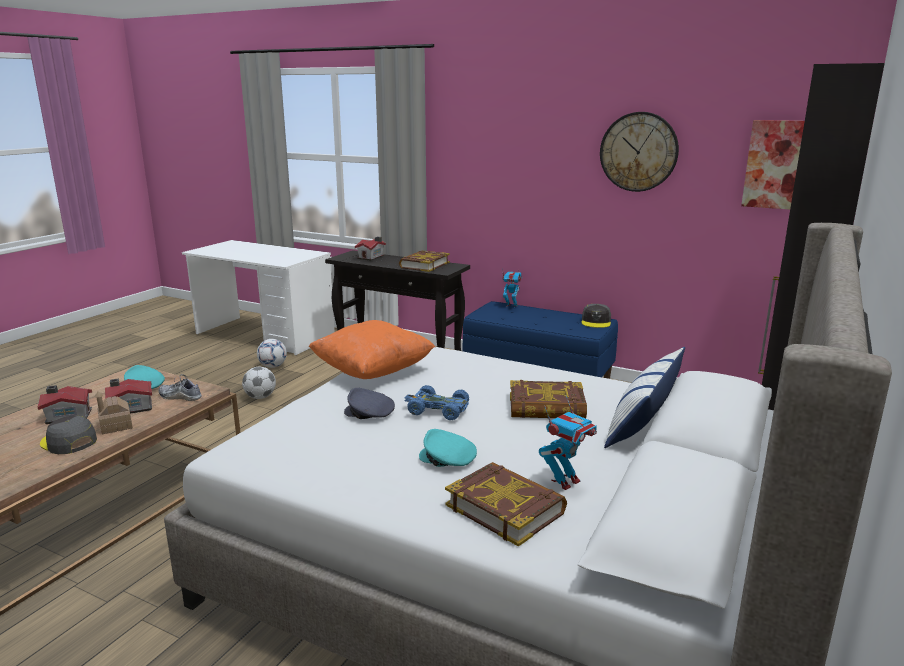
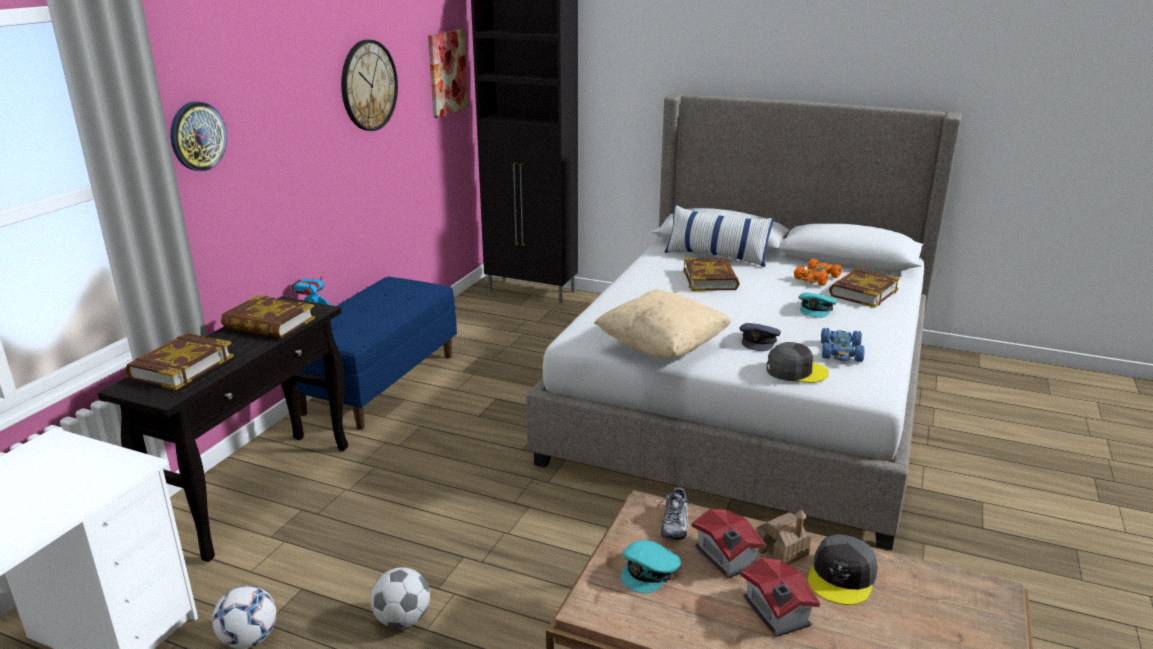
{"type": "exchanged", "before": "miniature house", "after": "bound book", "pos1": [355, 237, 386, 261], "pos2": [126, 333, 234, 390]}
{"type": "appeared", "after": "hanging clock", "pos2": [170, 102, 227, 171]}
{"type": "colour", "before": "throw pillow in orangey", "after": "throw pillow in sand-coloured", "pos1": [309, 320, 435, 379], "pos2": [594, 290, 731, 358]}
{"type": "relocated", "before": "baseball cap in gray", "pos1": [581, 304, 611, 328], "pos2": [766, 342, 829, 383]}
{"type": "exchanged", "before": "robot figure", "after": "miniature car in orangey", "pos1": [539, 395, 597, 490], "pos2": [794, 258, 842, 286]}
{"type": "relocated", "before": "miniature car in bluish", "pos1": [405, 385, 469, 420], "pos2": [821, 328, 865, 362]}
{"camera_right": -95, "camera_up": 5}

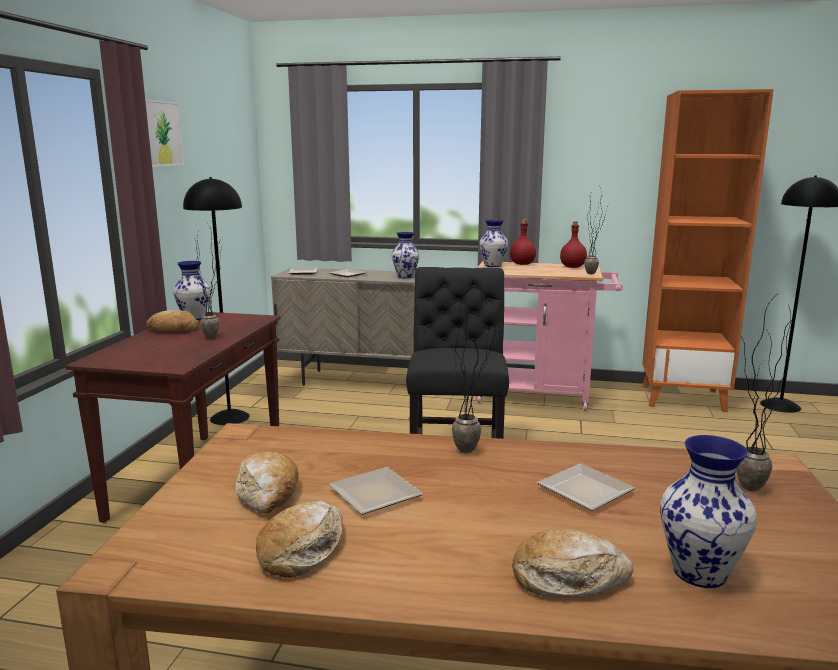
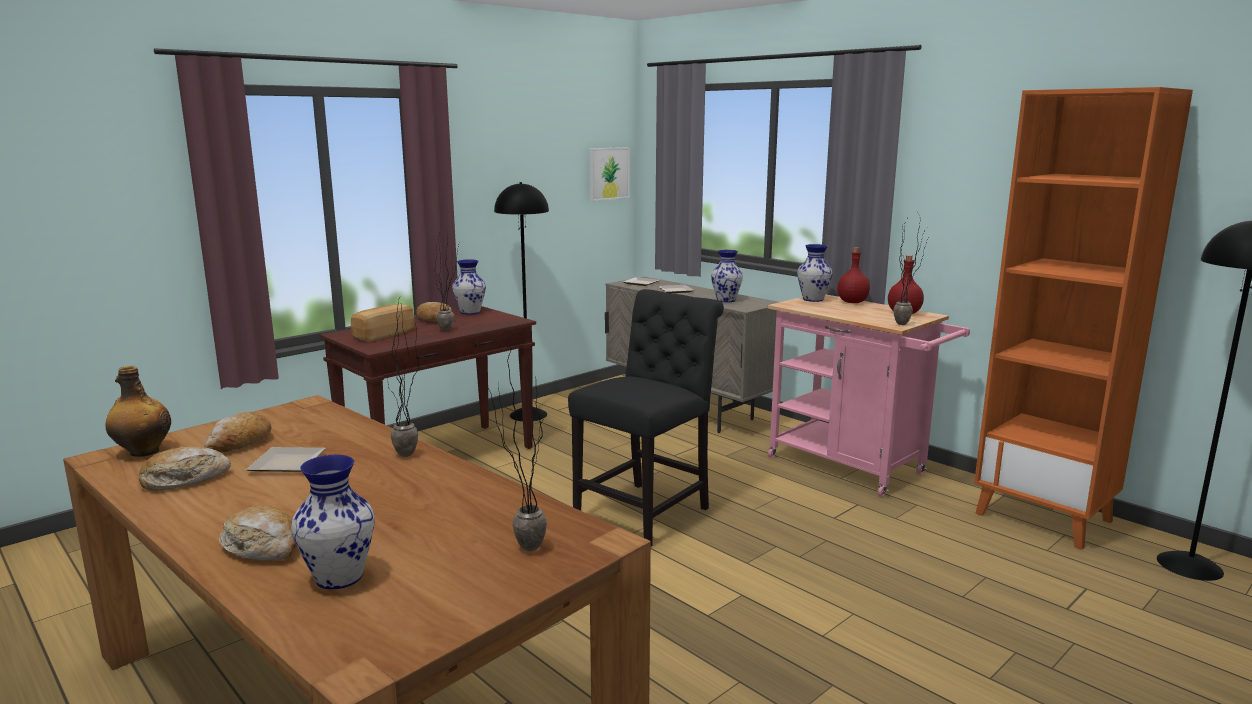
{"type": "appeared", "after": "drink bottle", "pos2": [105, 366, 171, 457]}
{"type": "appeared", "after": "baked bread", "pos2": [351, 304, 414, 342]}
{"type": "relocated", "before": "wall art", "pos1": [145, 99, 184, 167], "pos2": [590, 147, 630, 201]}
{"type": "missing", "before": "plate", "pos1": [537, 464, 635, 511]}
{"camera_right": 35, "camera_up": 0}

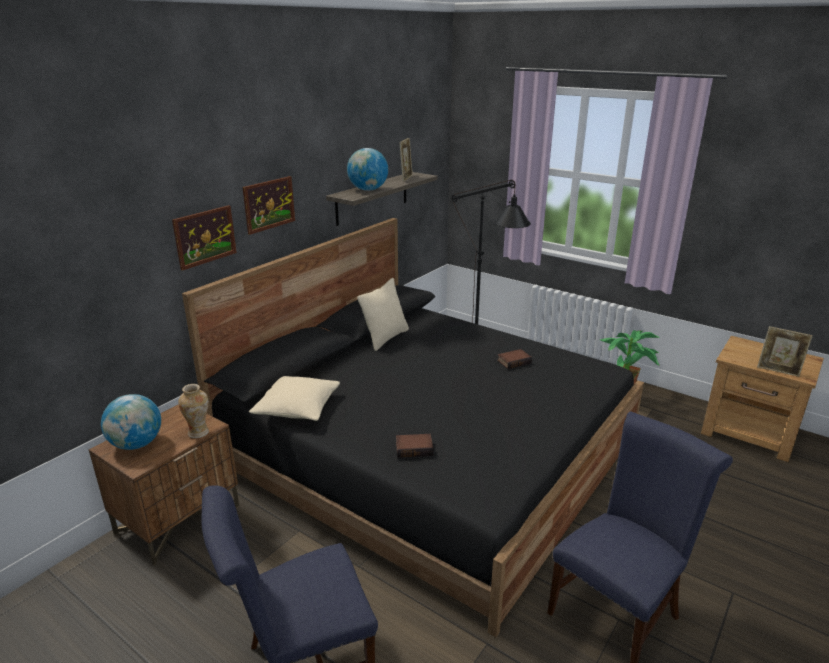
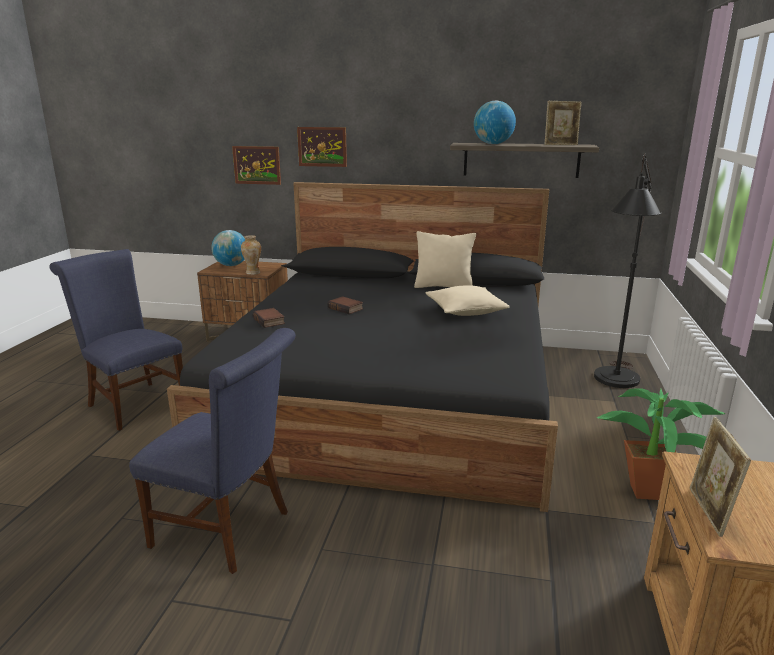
{"type": "relocated", "before": "wall art", "pos1": [243, 176, 295, 235], "pos2": [232, 146, 281, 185]}
{"type": "relocated", "before": "bound book", "pos1": [497, 349, 532, 369], "pos2": [328, 296, 363, 314]}
{"type": "relocated", "before": "throw pillow in sand-coloured", "pos1": [249, 376, 340, 421], "pos2": [425, 285, 510, 316]}
{"camera_right": 65, "camera_up": -5}

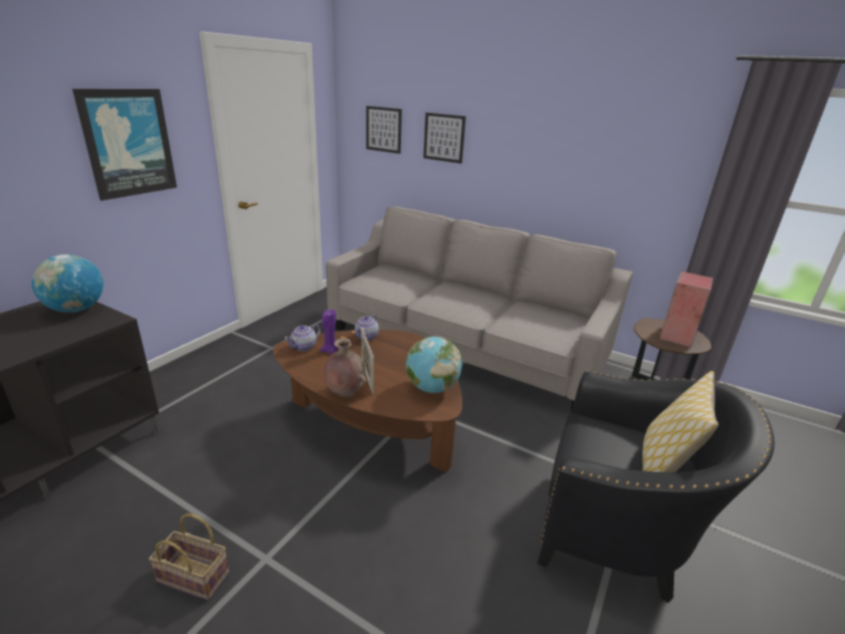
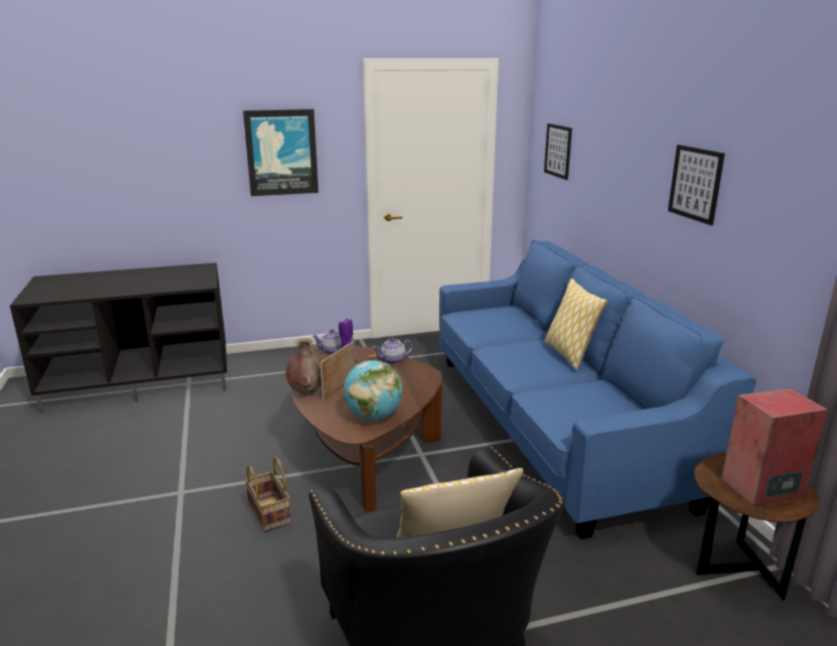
{"type": "relocated", "before": "storage basket", "pos1": [149, 513, 229, 601], "pos2": [245, 457, 291, 532]}
{"type": "colour", "before": "couch in gray", "after": "couch in bluish", "pos1": [326, 207, 633, 412], "pos2": [439, 240, 756, 539]}
{"type": "appeared", "after": "throw pillow", "pos2": [545, 278, 607, 370]}
{"type": "relocated", "before": "wall art", "pos1": [423, 113, 466, 164], "pos2": [668, 145, 725, 225]}
{"type": "missing", "before": "globe", "pos1": [32, 254, 103, 313]}
{"camera_right": 45, "camera_up": -5}

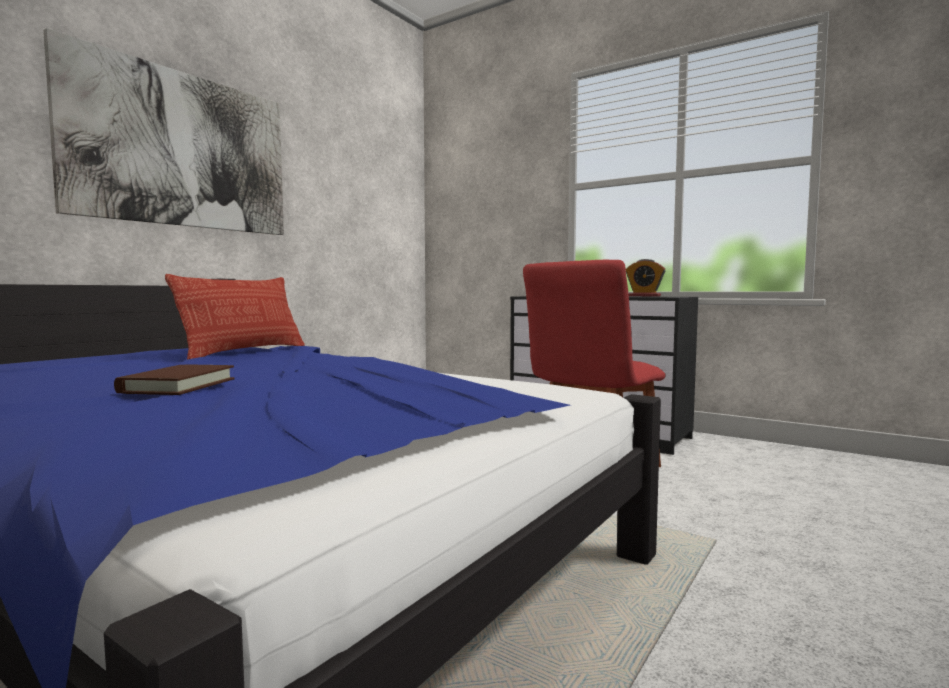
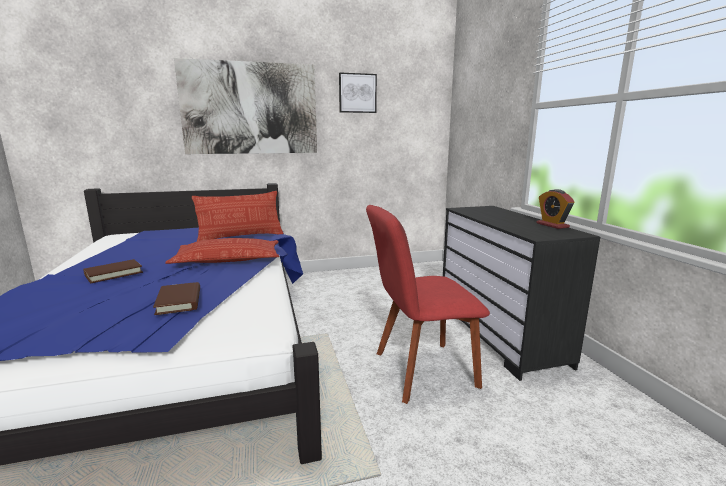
{"type": "appeared", "after": "bound book in brown-coloured", "pos2": [153, 282, 200, 315]}
{"type": "appeared", "after": "throw pillow", "pos2": [165, 238, 279, 264]}
{"type": "appeared", "after": "wall art", "pos2": [339, 72, 377, 113]}
{"camera_right": 40, "camera_up": 10}

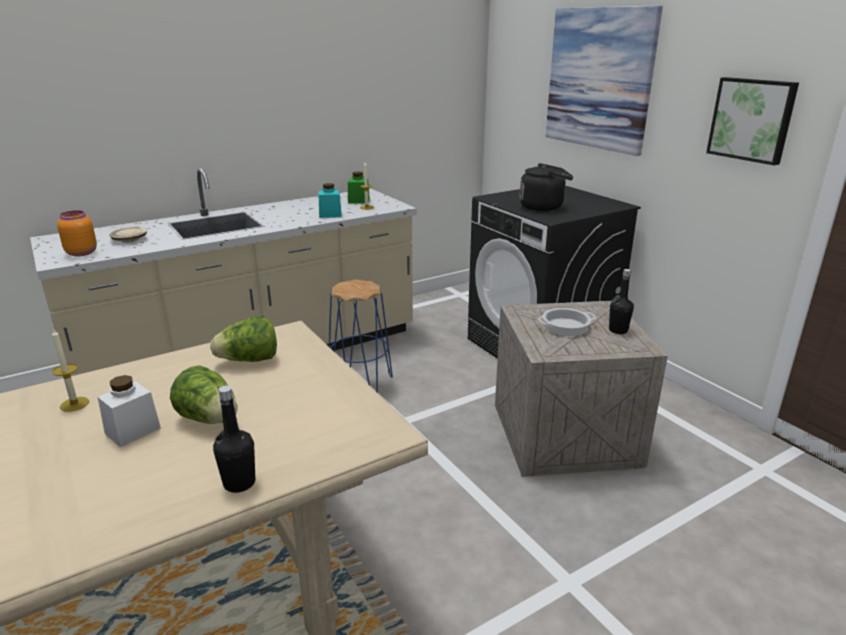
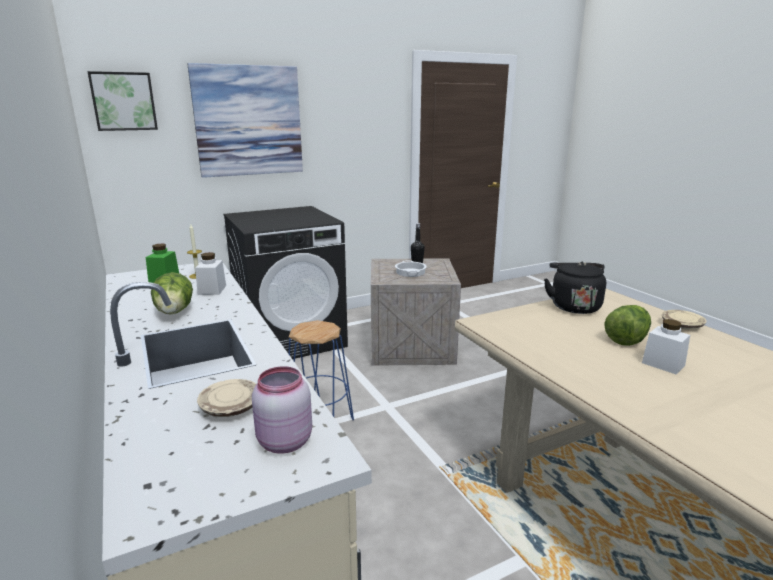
{"type": "relocated", "before": "wall art", "pos1": [706, 77, 799, 165], "pos2": [87, 71, 158, 131]}
{"type": "relocated", "before": "head of lettuce", "pos1": [210, 316, 277, 362], "pos2": [151, 272, 193, 314]}
{"type": "colour", "before": "preserve jar in turquoise", "after": "preserve jar in white", "pos1": [319, 183, 342, 218], "pos2": [195, 252, 226, 295]}
{"type": "colour", "before": "preserve jar in orangey", "after": "preserve jar in pink", "pos1": [57, 210, 97, 256], "pos2": [252, 366, 312, 454]}
{"type": "relocated", "before": "water kettle in black-coloured", "pos1": [520, 163, 573, 211], "pos2": [544, 262, 606, 314]}
{"type": "exchanged", "before": "drink bottle in black-coloured", "after": "plate in sand-coloured", "pos1": [213, 386, 255, 493], "pos2": [662, 310, 707, 330]}
{"type": "missing", "before": "candle", "pos1": [52, 328, 89, 412]}
{"camera_right": -85, "camera_up": -5}

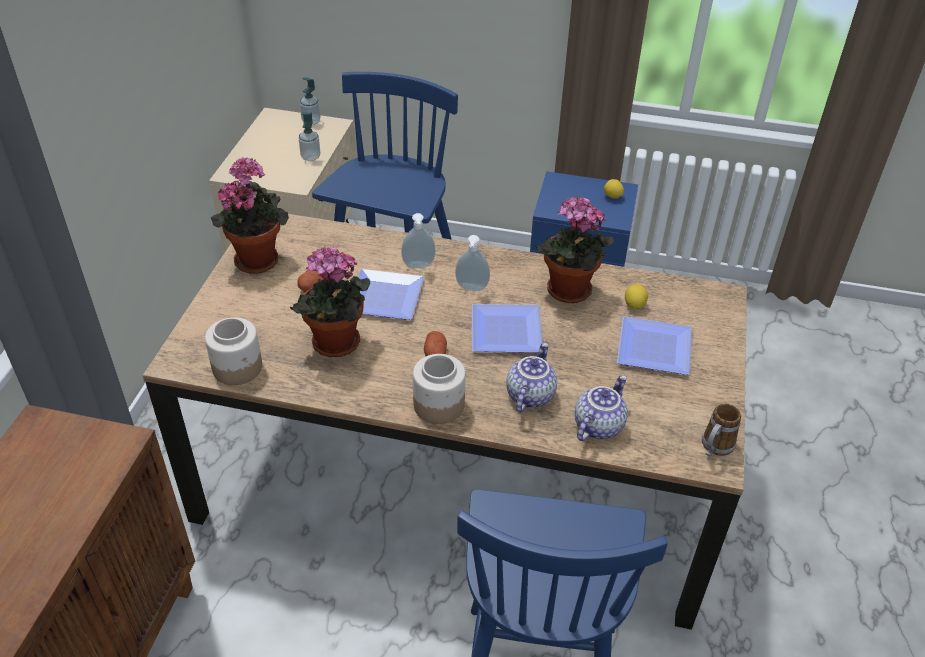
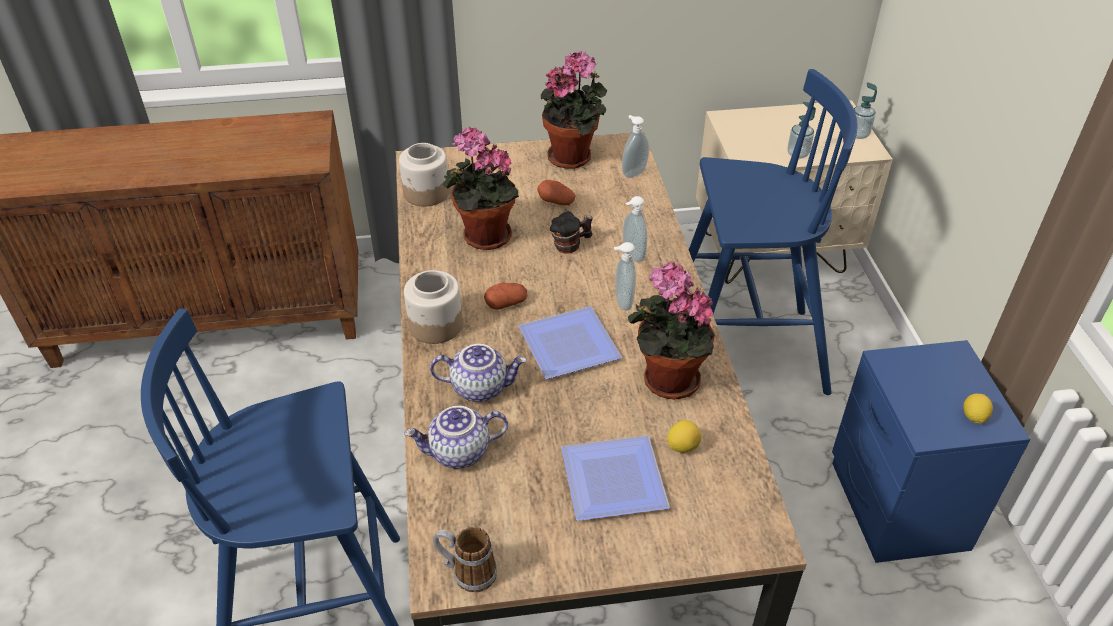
{"type": "spun", "before": "tea pot", "pos1": [575, 375, 628, 441], "pos2": [404, 406, 508, 468], "turn": 150}
{"type": "exchanged", "before": "plate", "after": "coffee mug", "pos1": [358, 269, 424, 320], "pos2": [550, 211, 593, 254]}
{"type": "appeared", "after": "soap dispenser", "pos2": [622, 115, 649, 178]}
{"camera_right": 70, "camera_up": 0}

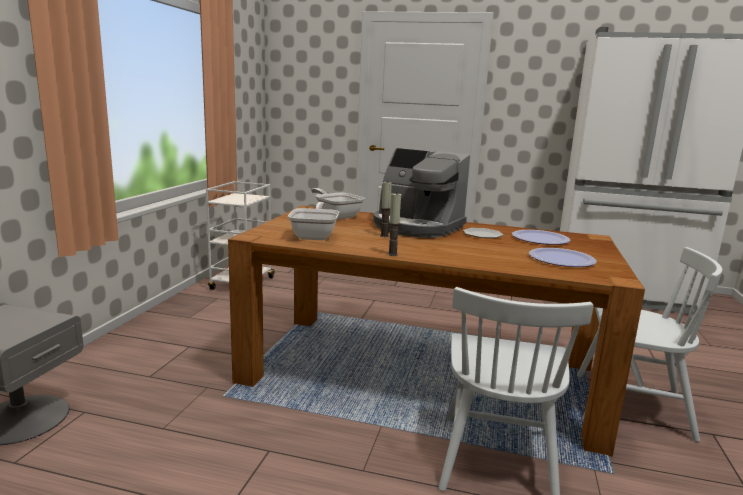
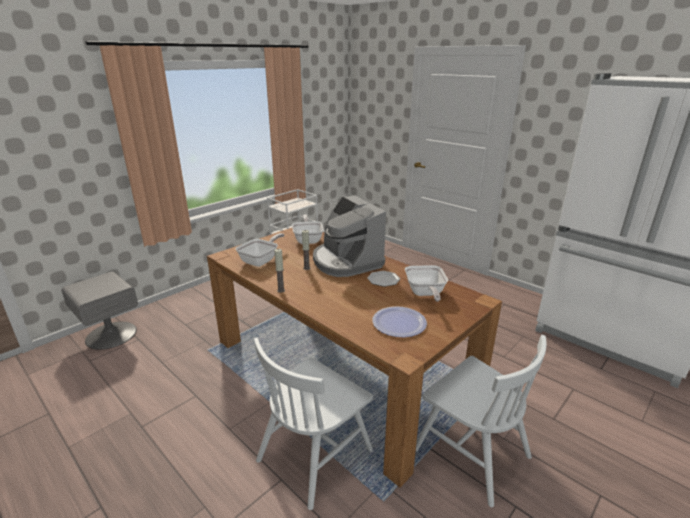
{"type": "exchanged", "before": "plate", "after": "pan", "pos1": [512, 230, 570, 245], "pos2": [405, 265, 448, 302]}
{"camera_right": 30, "camera_up": 10}

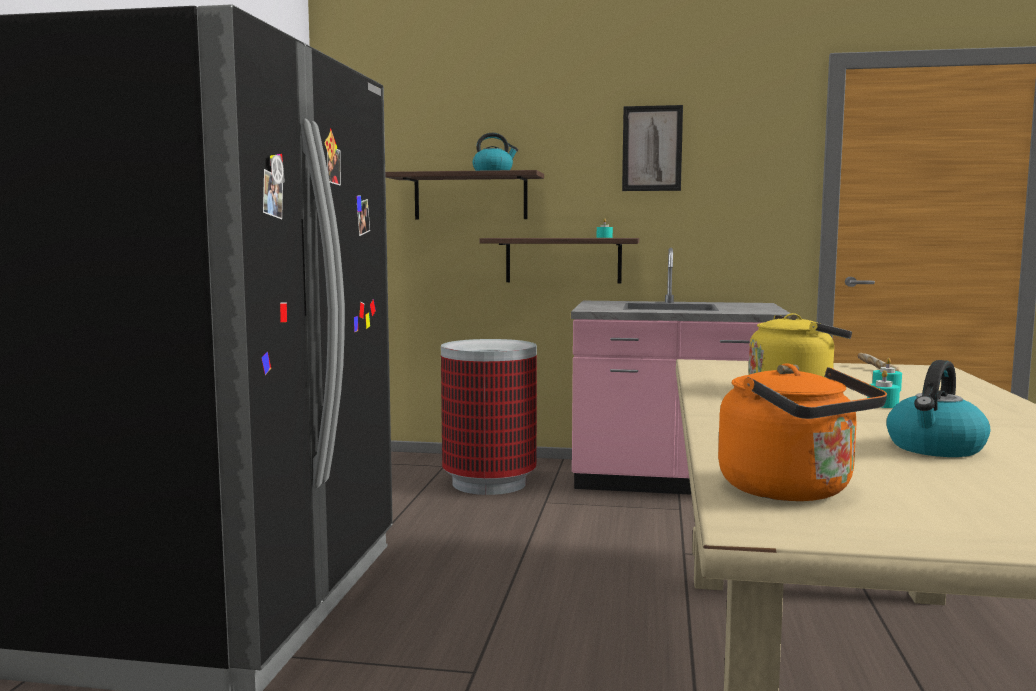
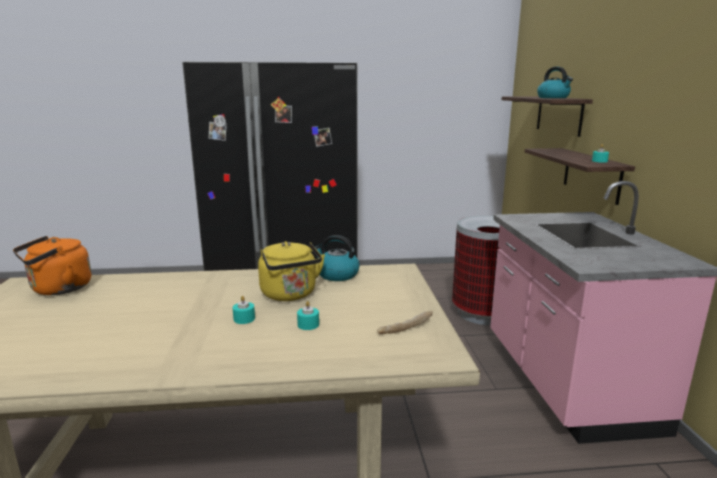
{"type": "relocated", "before": "water kettle", "pos1": [886, 360, 990, 457], "pos2": [315, 235, 360, 281]}
{"type": "missing", "before": "wall art", "pos1": [622, 105, 683, 191]}
{"camera_right": 75, "camera_up": 10}

